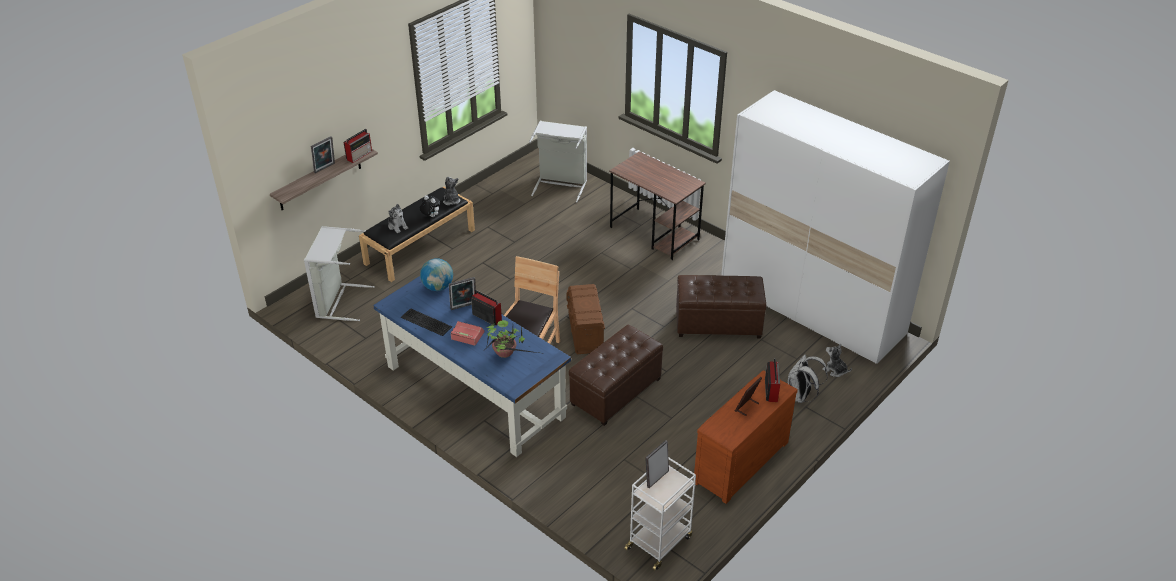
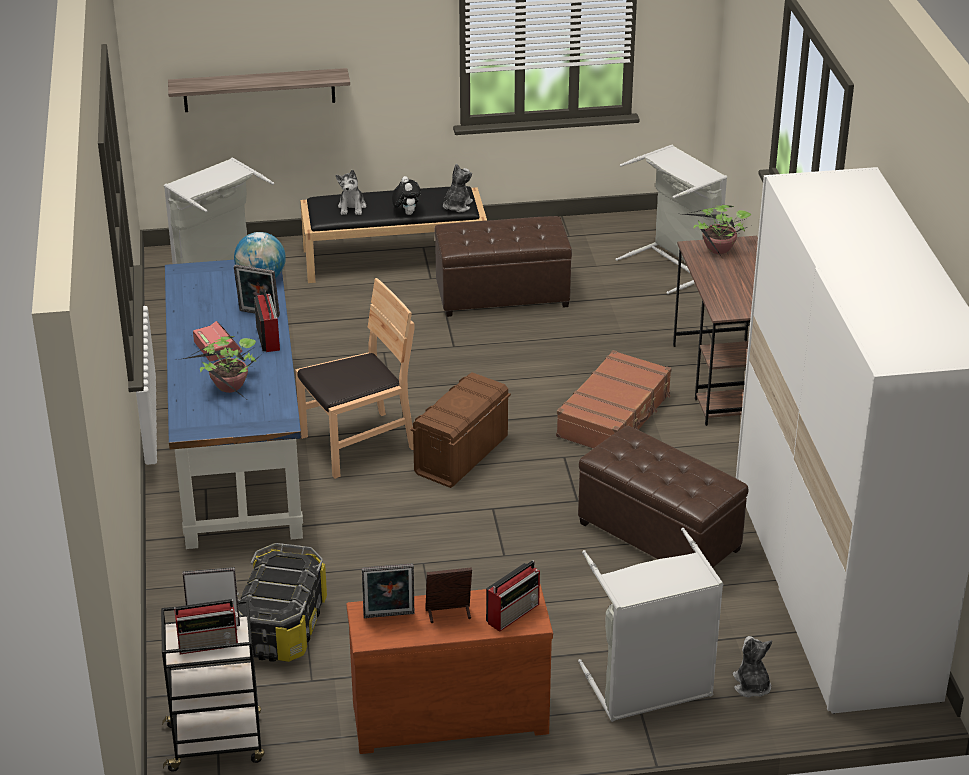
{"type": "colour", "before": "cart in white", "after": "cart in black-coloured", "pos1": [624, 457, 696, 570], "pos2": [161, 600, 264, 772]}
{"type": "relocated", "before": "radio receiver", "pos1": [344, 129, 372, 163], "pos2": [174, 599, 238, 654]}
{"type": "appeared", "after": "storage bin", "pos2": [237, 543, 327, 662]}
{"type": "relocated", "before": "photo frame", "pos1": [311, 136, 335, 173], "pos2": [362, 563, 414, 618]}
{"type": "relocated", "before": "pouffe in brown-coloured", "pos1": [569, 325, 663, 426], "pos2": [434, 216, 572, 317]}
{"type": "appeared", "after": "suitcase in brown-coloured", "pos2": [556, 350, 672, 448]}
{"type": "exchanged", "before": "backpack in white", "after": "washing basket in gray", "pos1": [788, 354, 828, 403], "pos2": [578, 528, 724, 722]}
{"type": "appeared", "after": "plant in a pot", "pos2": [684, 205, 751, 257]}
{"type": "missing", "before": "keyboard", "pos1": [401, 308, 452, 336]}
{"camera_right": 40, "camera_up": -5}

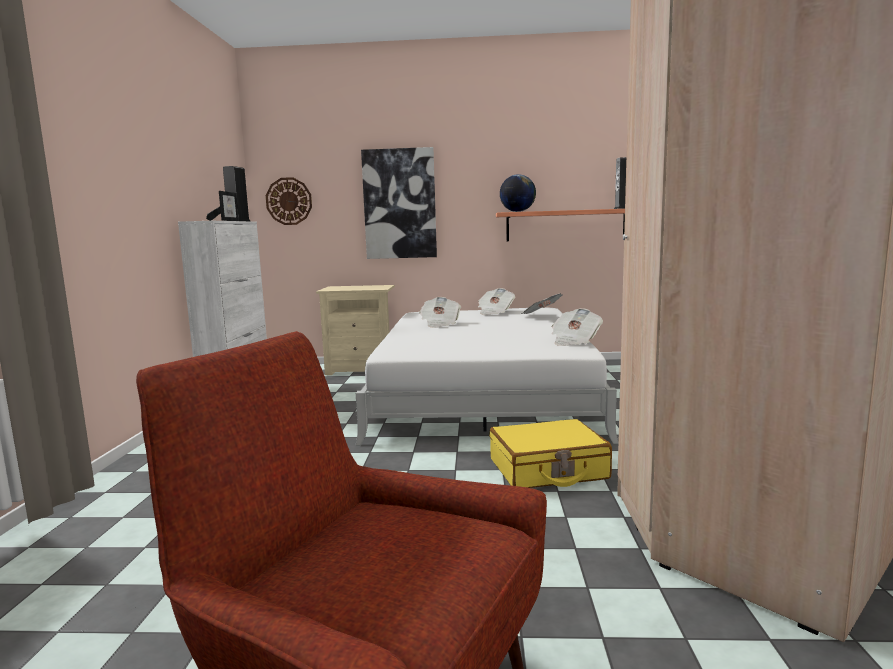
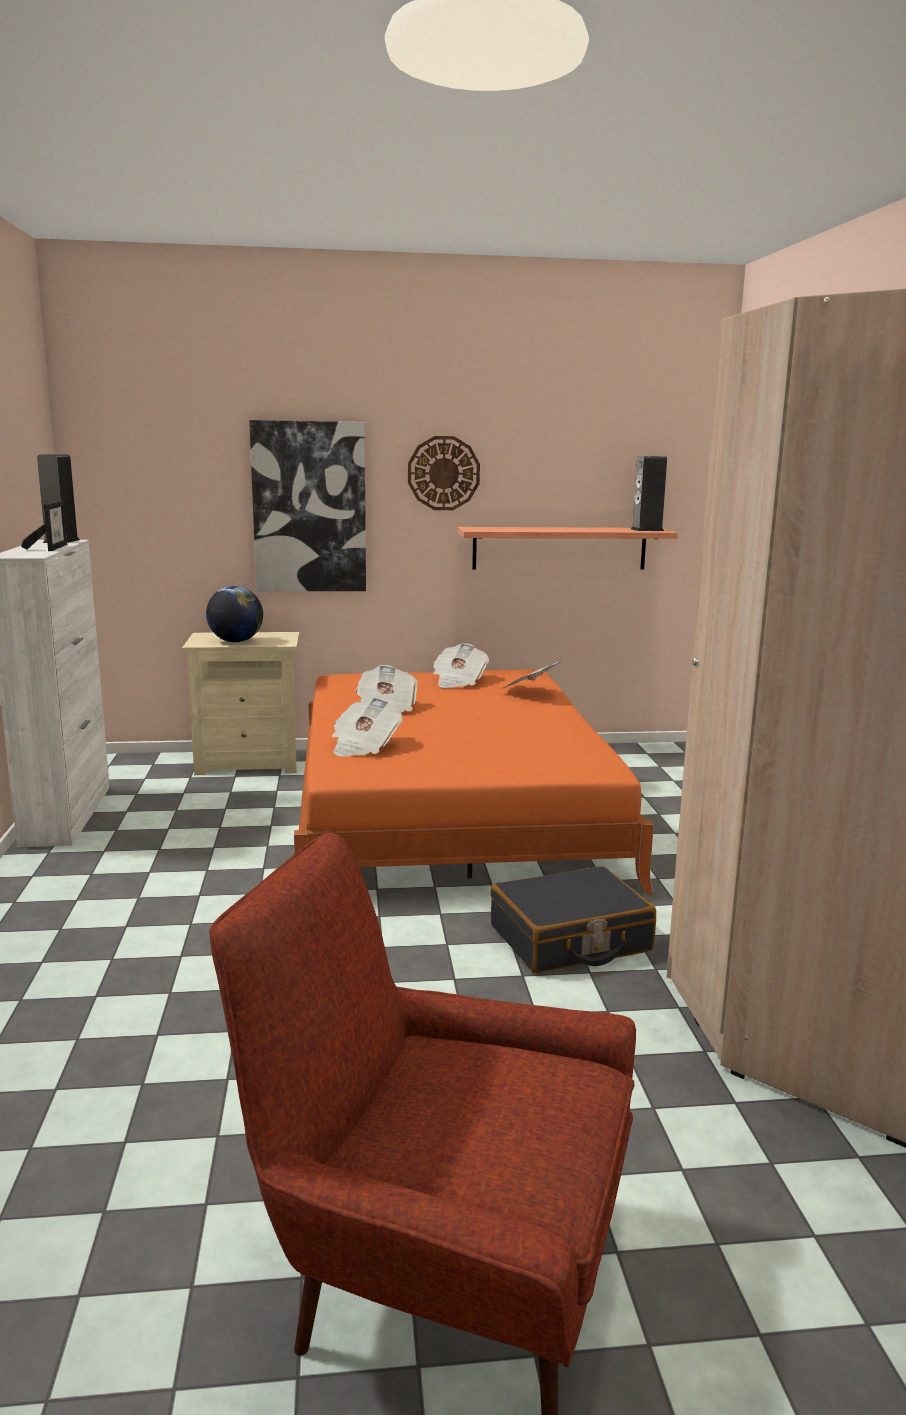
{"type": "relocated", "before": "globe", "pos1": [500, 174, 536, 212], "pos2": [206, 586, 263, 642]}
{"type": "colour", "before": "bedroom bed in white", "after": "bedroom bed in orangey", "pos1": [355, 307, 618, 446], "pos2": [294, 670, 654, 895]}
{"type": "relocated", "before": "newspaper", "pos1": [551, 308, 603, 346], "pos2": [332, 697, 403, 757]}
{"type": "relocated", "before": "hanging clock", "pos1": [266, 177, 312, 225], "pos2": [408, 436, 480, 510]}
{"type": "colour", "before": "suitcase in yellow-coloured", "after": "suitcase in black-coloured", "pos1": [489, 419, 612, 488], "pos2": [490, 866, 656, 973]}
{"camera_right": -10, "camera_up": 5}

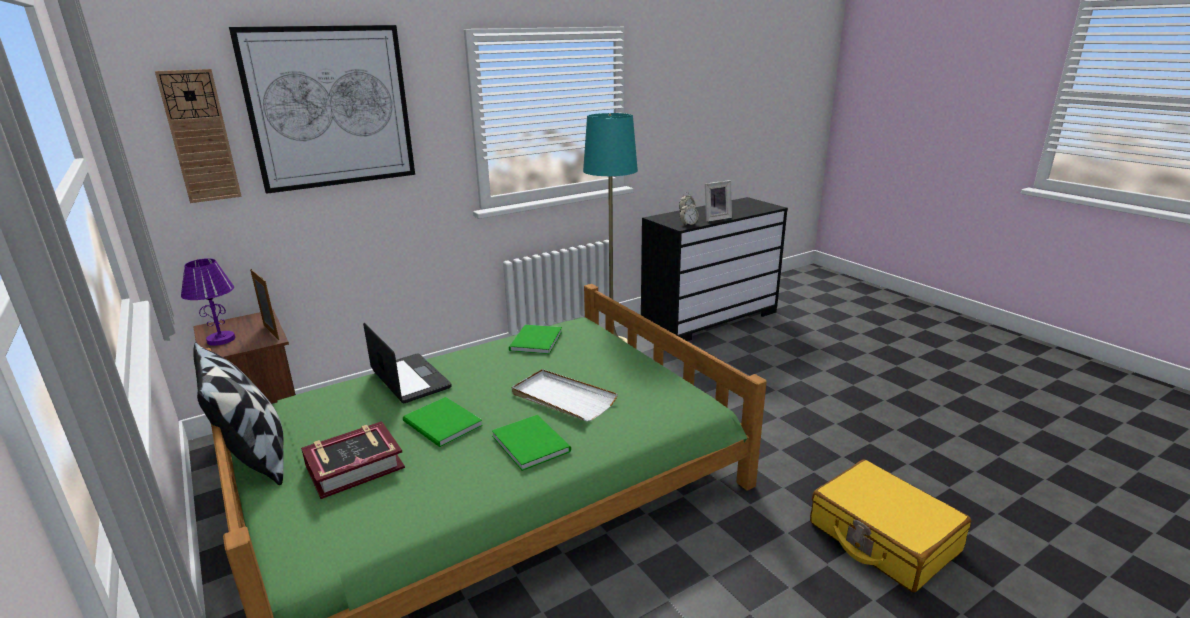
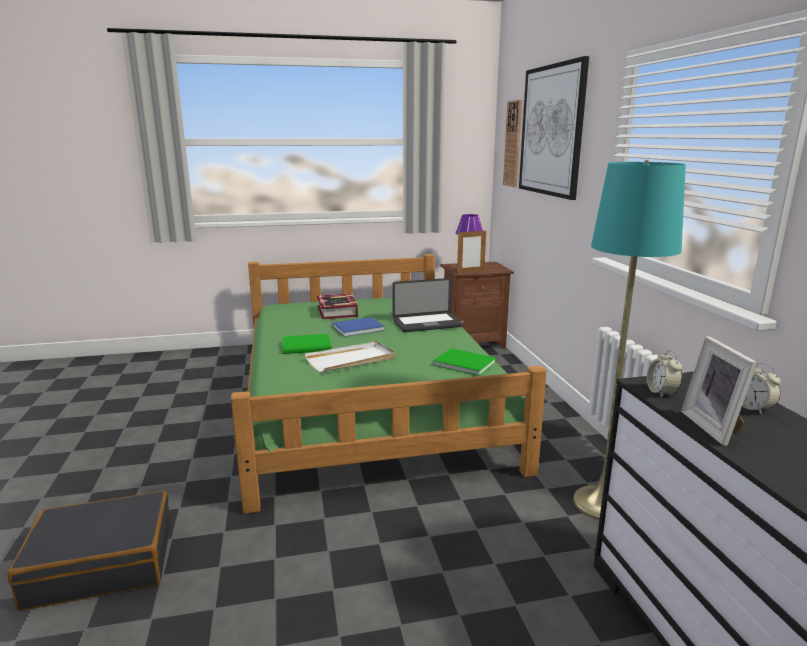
{"type": "colour", "before": "suitcase in yellow-coloured", "after": "suitcase in black-coloured", "pos1": [810, 460, 971, 592], "pos2": [8, 491, 171, 610]}
{"type": "colour", "before": "bound book in greenish", "after": "bound book in bluish", "pos1": [403, 397, 483, 447], "pos2": [332, 317, 385, 337]}
{"type": "missing", "before": "throw pillow", "pos1": [193, 342, 284, 485]}
{"camera_right": 110, "camera_up": -5}

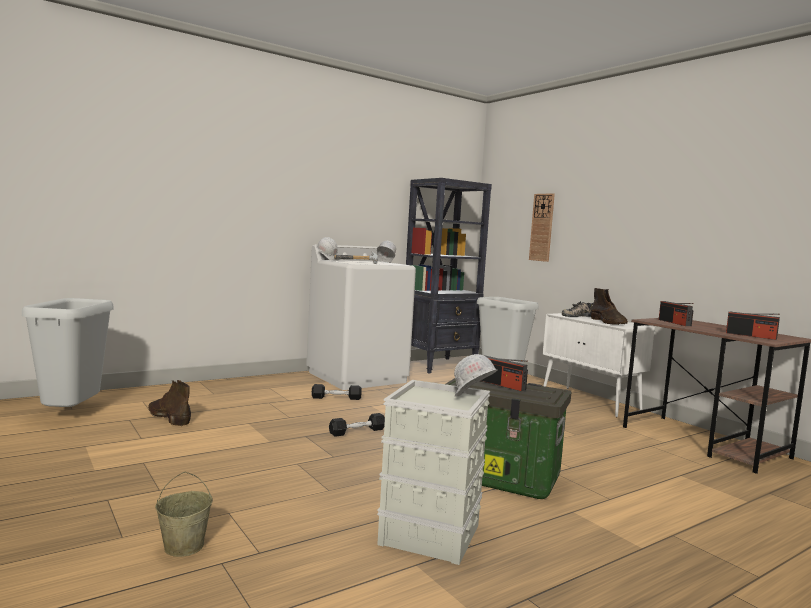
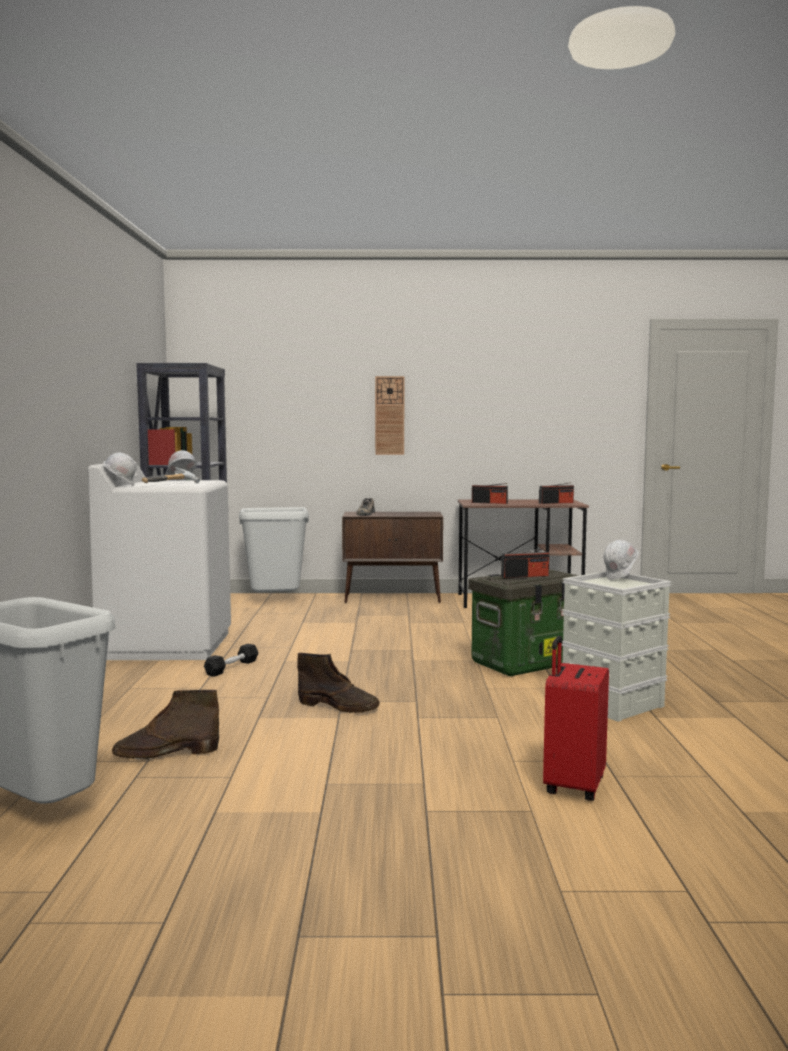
{"type": "relocated", "before": "boot in brown-coloured", "pos1": [591, 288, 628, 325], "pos2": [297, 653, 380, 713]}
{"type": "colour", "before": "cabinet in white", "after": "cabinet in brown-coloured", "pos1": [543, 313, 655, 417], "pos2": [342, 512, 443, 603]}
{"type": "relocated", "before": "hanging clock", "pos1": [529, 193, 555, 262], "pos2": [375, 376, 404, 455]}
{"type": "exchanged", "before": "pail in sand-coloured", "after": "suitcase in red", "pos1": [155, 472, 213, 557], "pos2": [543, 636, 609, 801]}
{"type": "missing", "before": "hand weight in black-coloured", "pos1": [329, 413, 385, 437]}
{"camera_right": -55, "camera_up": 0}

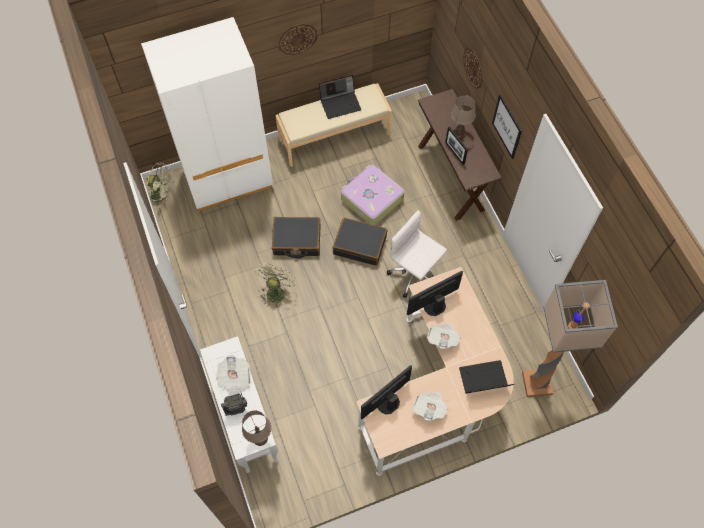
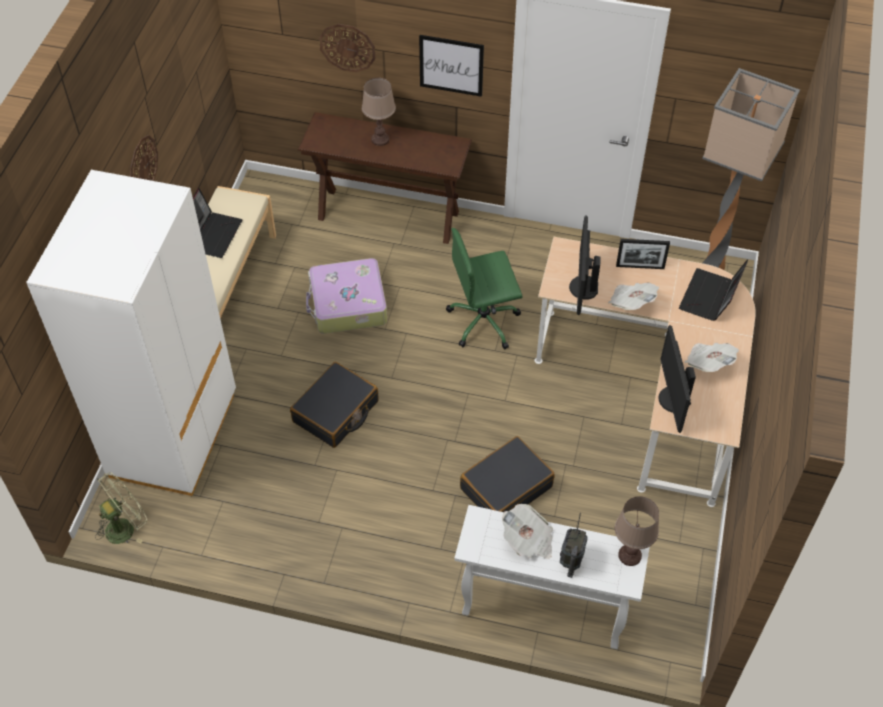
{"type": "colour", "before": "office chair in white", "after": "office chair in greenish", "pos1": [387, 210, 447, 298], "pos2": [446, 228, 523, 349]}
{"type": "relocated", "before": "suitcase in black-coloured", "pos1": [333, 218, 387, 266], "pos2": [460, 436, 555, 512]}
{"type": "relocated", "before": "photo frame", "pos1": [445, 126, 468, 165], "pos2": [616, 239, 670, 269]}
{"type": "missing", "before": "electric fan in greenish", "pos1": [256, 263, 296, 306]}
{"camera_right": -55, "camera_up": -10}

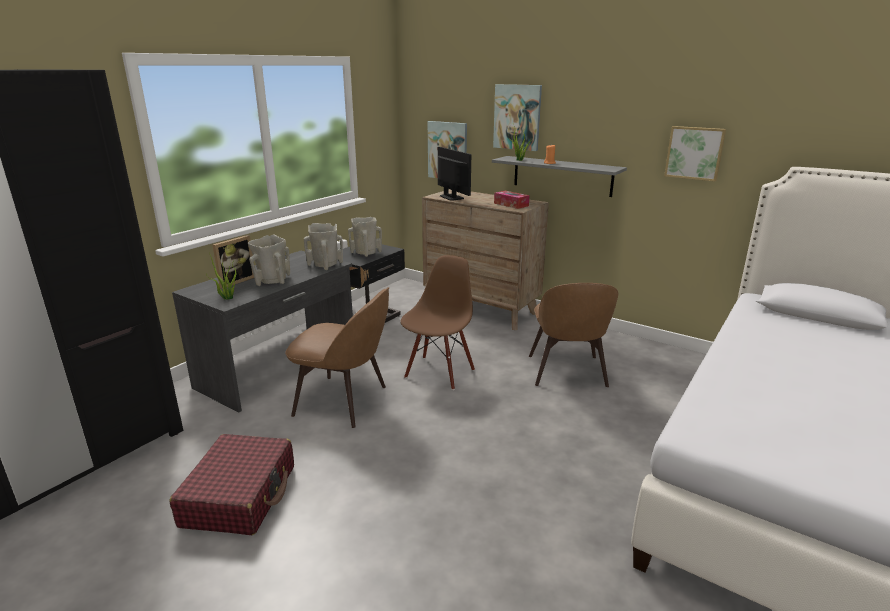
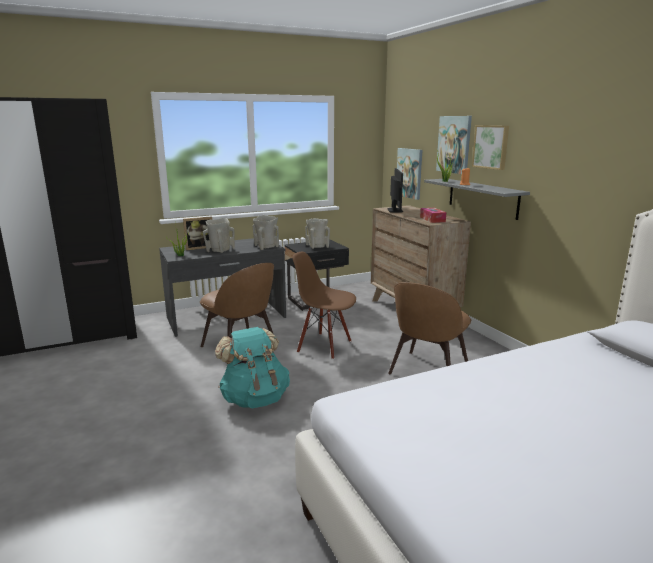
{"type": "appeared", "after": "backpack in turquoise", "pos2": [215, 327, 290, 408]}
{"type": "spun", "before": "chair in brown-coloured", "pos1": [400, 255, 475, 390], "pos2": [292, 252, 356, 359], "turn": -120}
{"type": "relocated", "before": "wall art", "pos1": [664, 126, 726, 181], "pos2": [472, 125, 509, 170]}
{"type": "missing", "before": "suitcase in red", "pos1": [170, 434, 294, 535]}
{"camera_right": 30, "camera_up": -5}

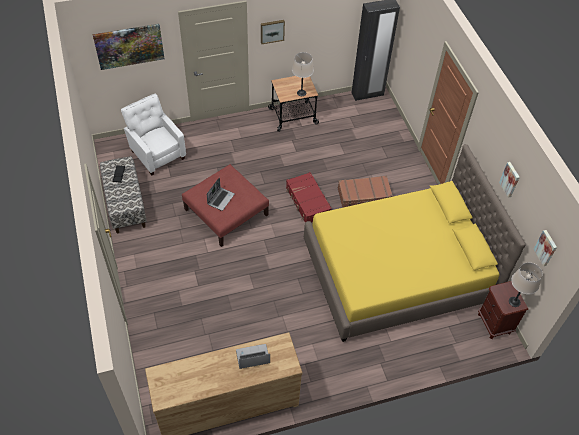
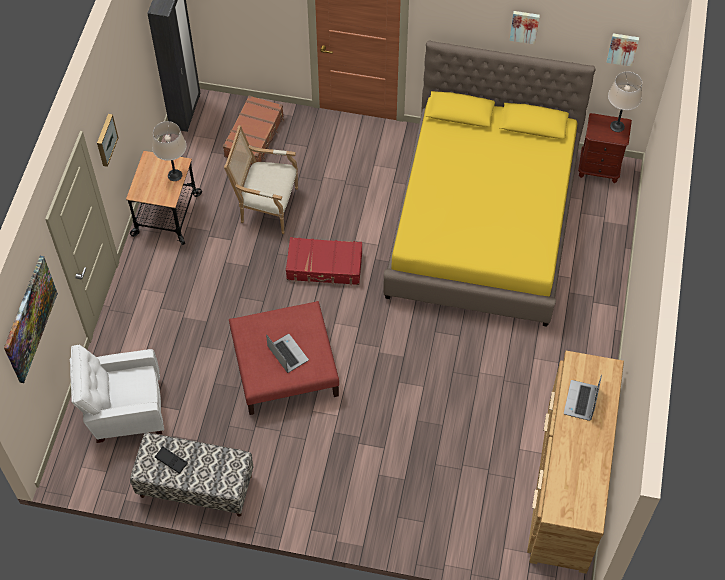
{"type": "relocated", "before": "suitcase in brown-coloured", "pos1": [338, 176, 393, 208], "pos2": [223, 96, 284, 165]}
{"type": "appeared", "after": "armchair", "pos2": [224, 126, 298, 234]}
{"camera_right": -60, "camera_up": 5}

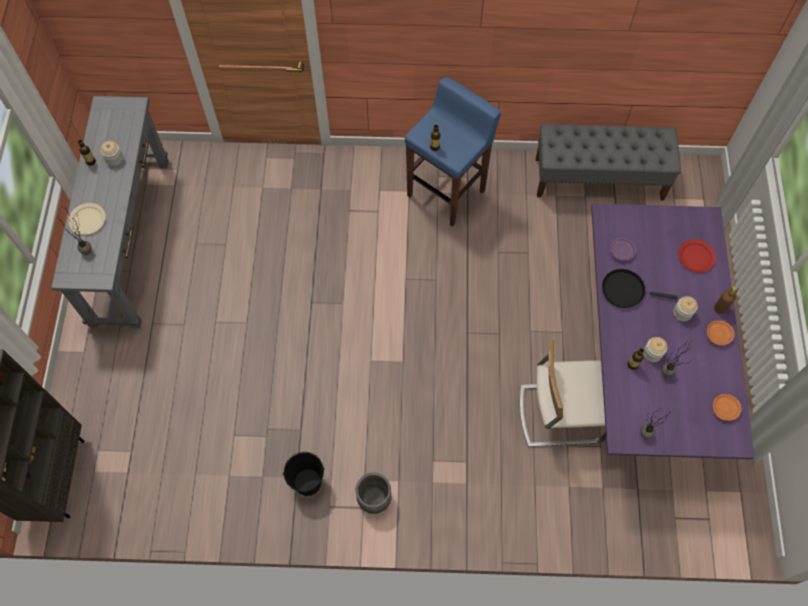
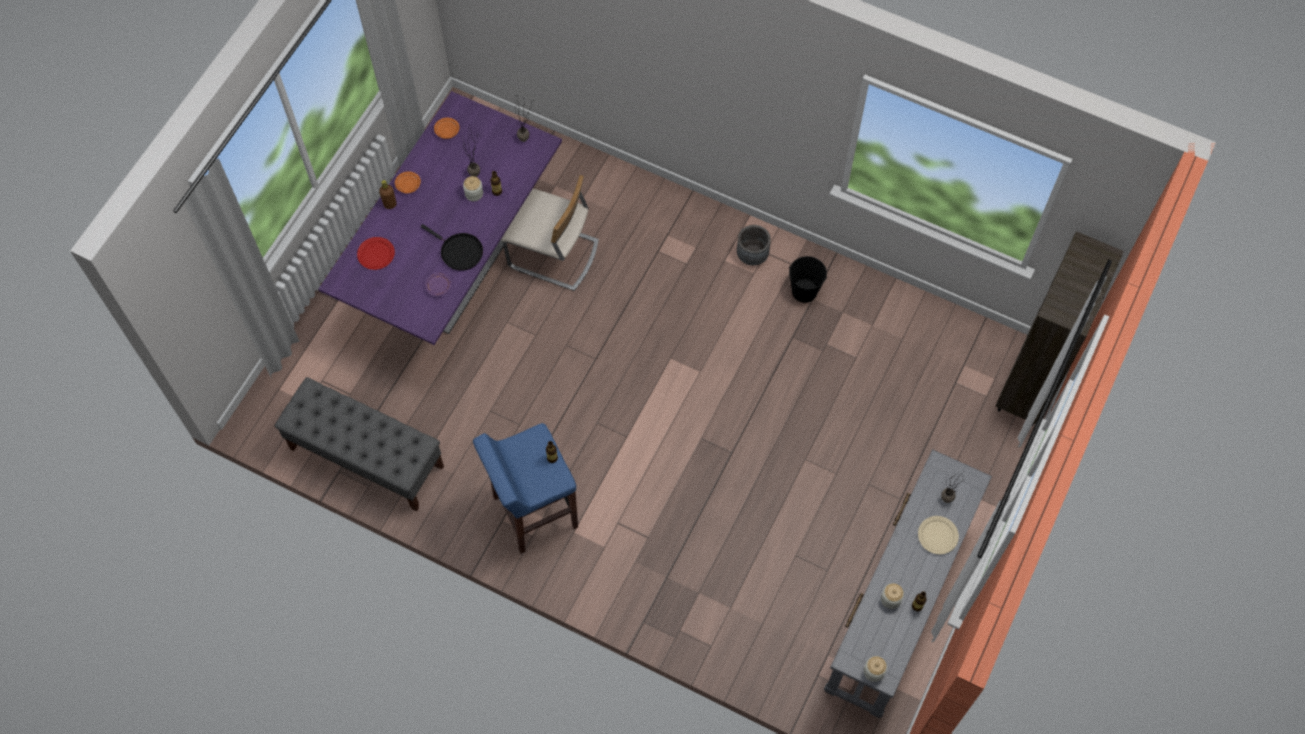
{"type": "relocated", "before": "preserve jar", "pos1": [673, 296, 698, 322], "pos2": [864, 656, 887, 682]}
{"camera_right": -155, "camera_up": 0}

